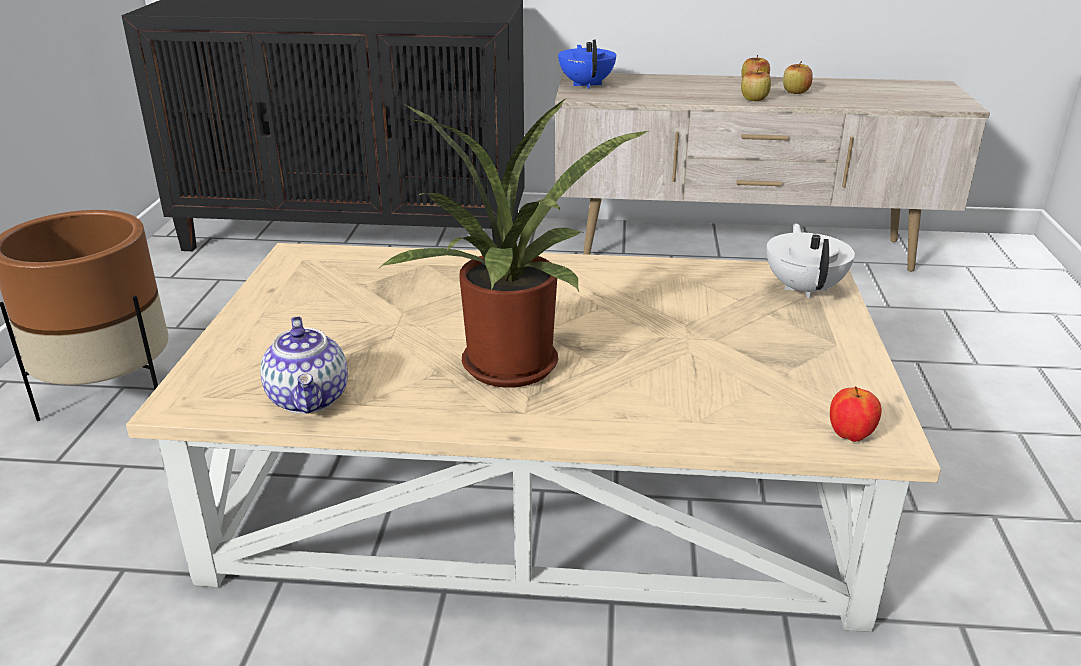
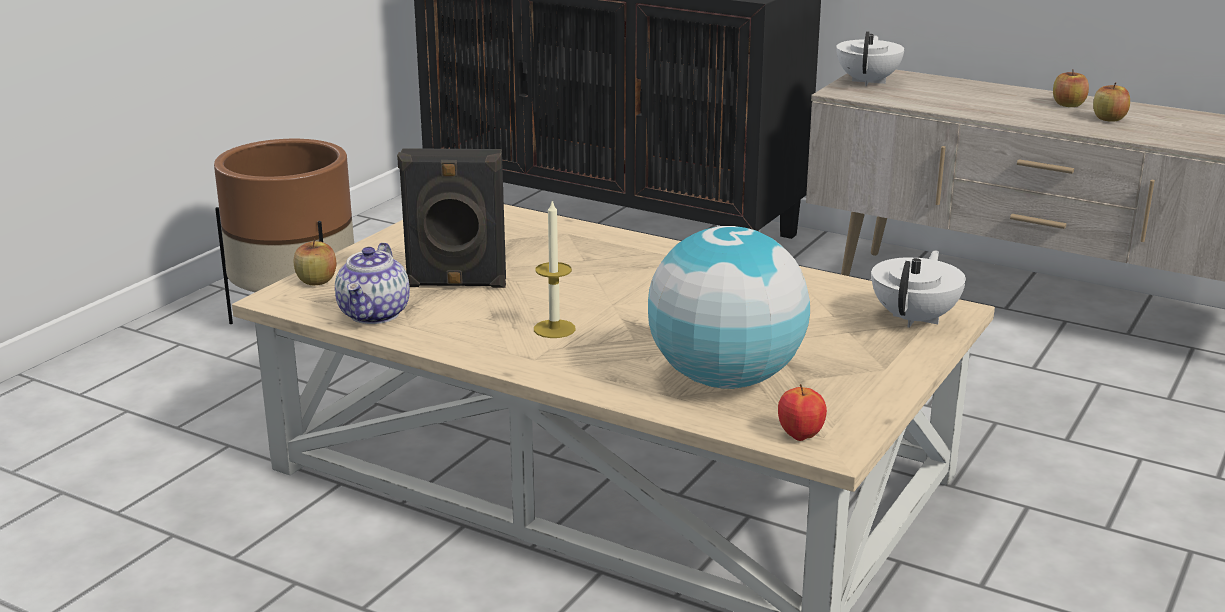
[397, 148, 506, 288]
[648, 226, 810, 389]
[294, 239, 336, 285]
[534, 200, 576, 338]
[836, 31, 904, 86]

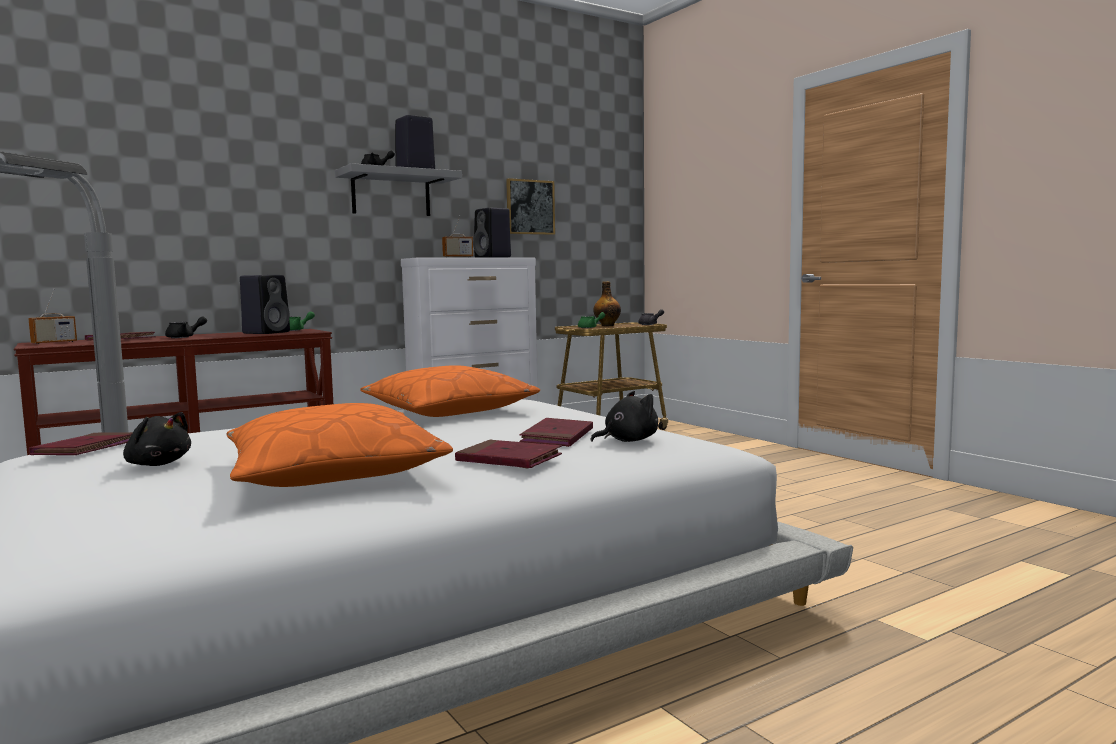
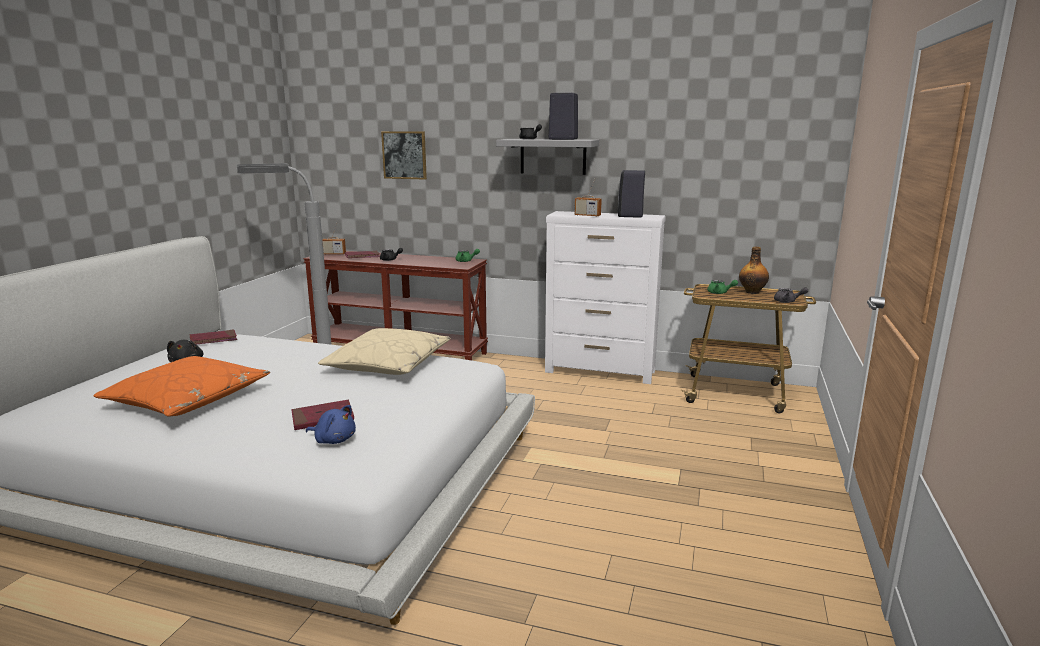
[240, 275, 290, 334] (first image)
[455, 439, 562, 469] (first image)
[381, 131, 427, 180]
[318, 328, 451, 375]
[306, 405, 356, 444]

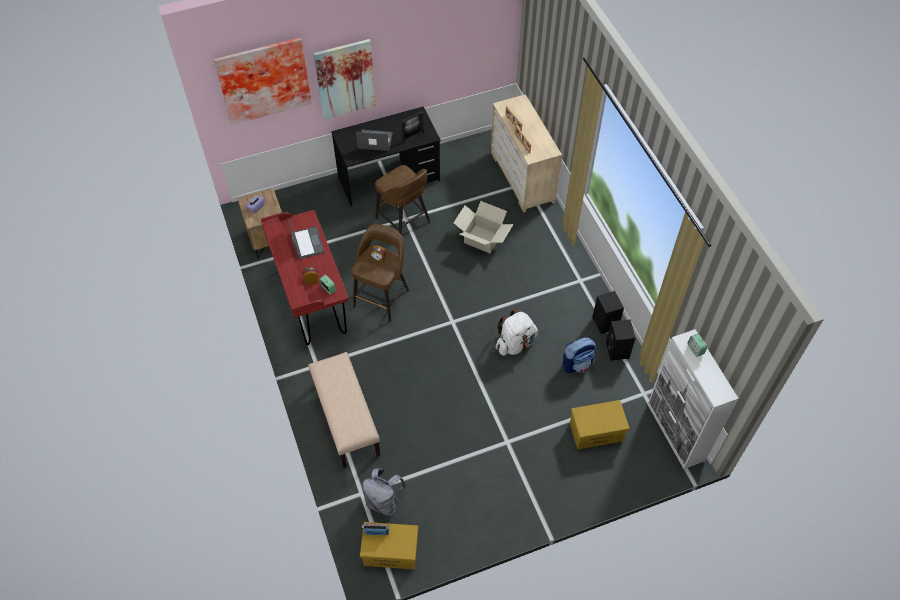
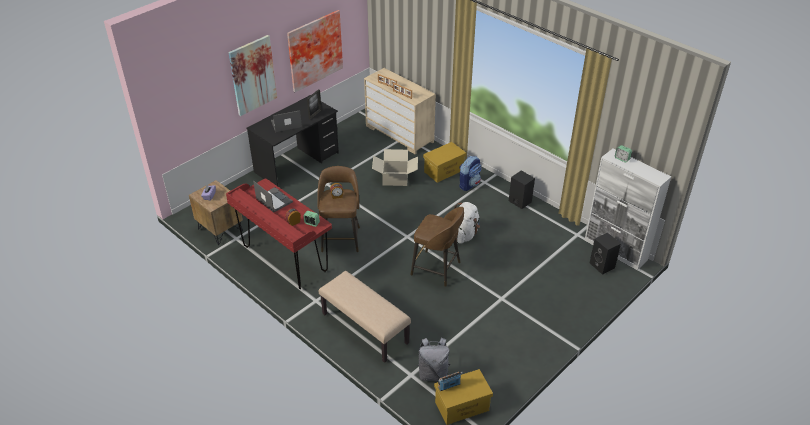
[287, 10, 343, 92]
[411, 207, 464, 287]
[459, 156, 482, 191]
[423, 142, 466, 183]
[590, 233, 621, 275]

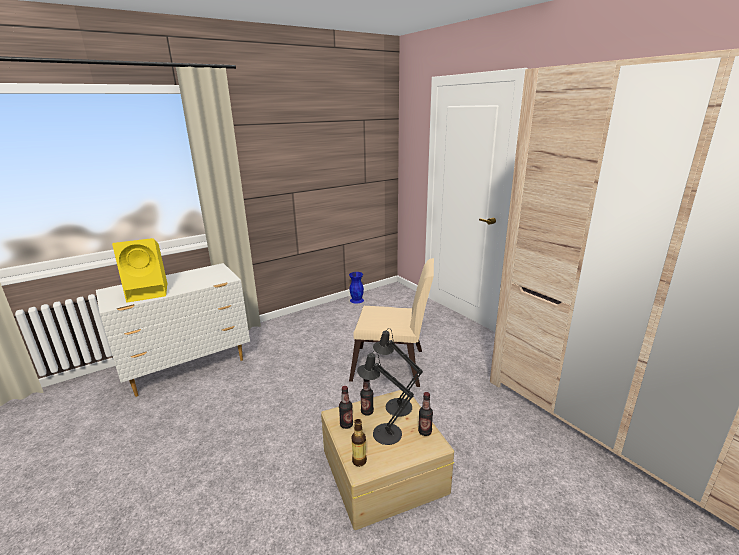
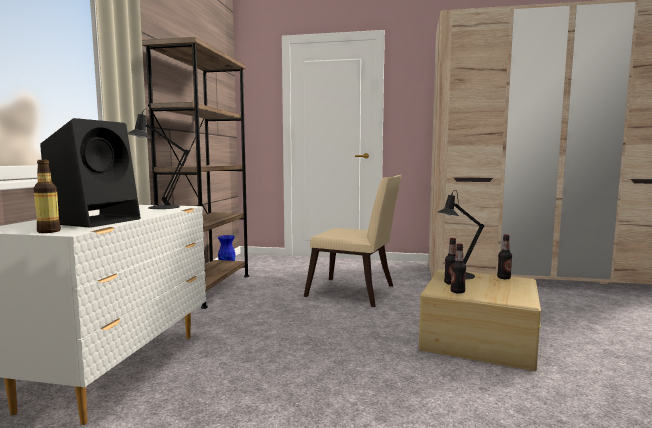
[142, 37, 249, 309]
[33, 160, 61, 233]
[128, 109, 189, 209]
[40, 118, 141, 228]
[304, 175, 402, 307]

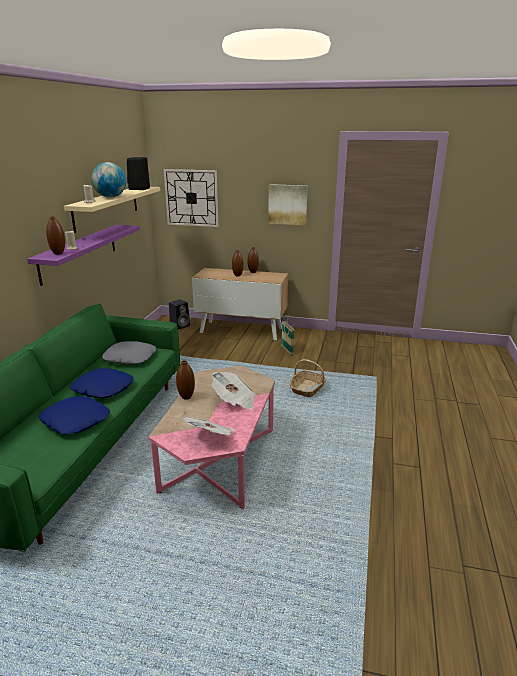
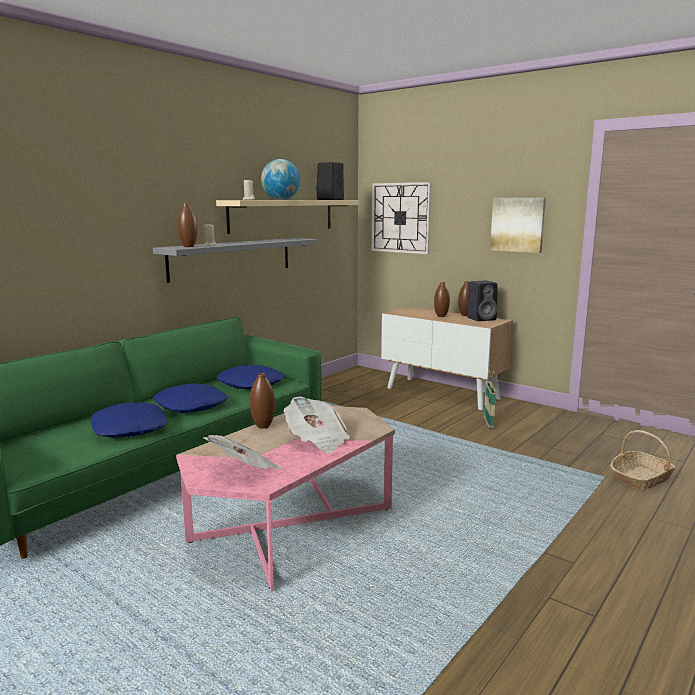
[467, 280, 497, 321]
[610, 430, 676, 490]
[153, 238, 317, 283]
[216, 365, 285, 389]

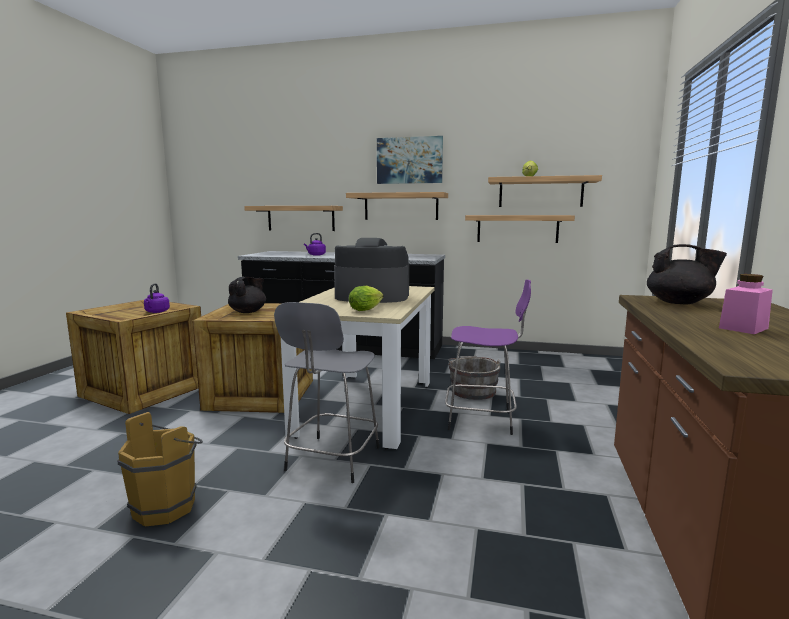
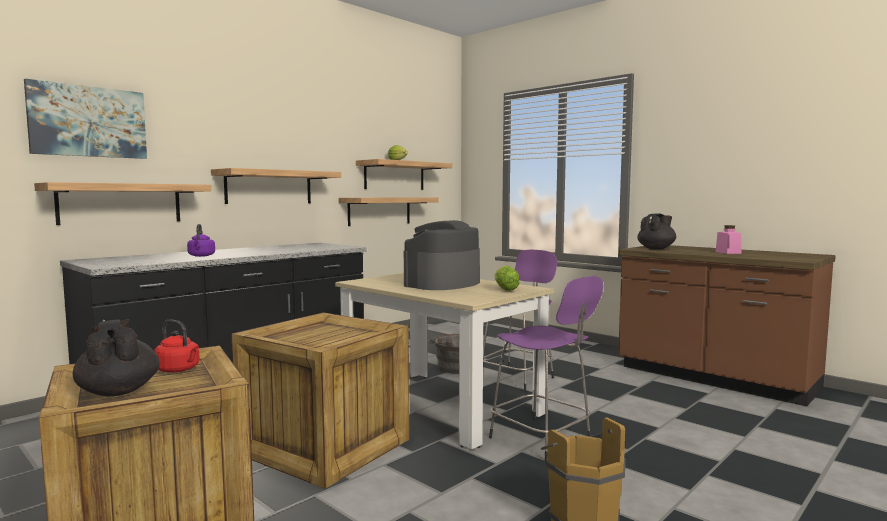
[73, 319, 160, 397]
[24, 79, 147, 159]
[154, 319, 200, 373]
[489, 276, 603, 462]

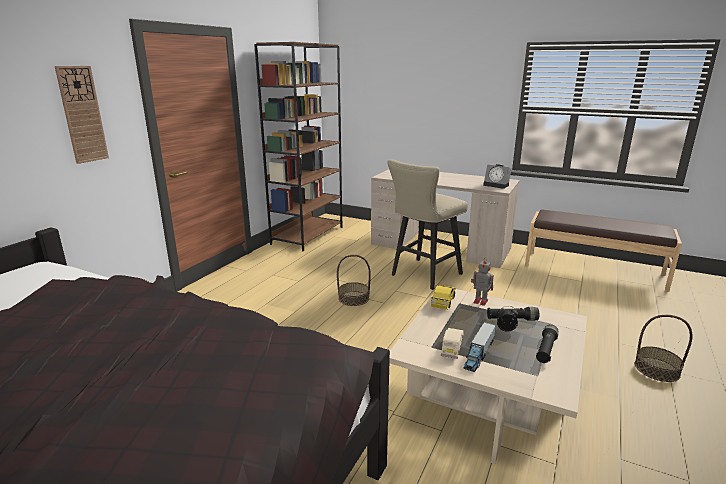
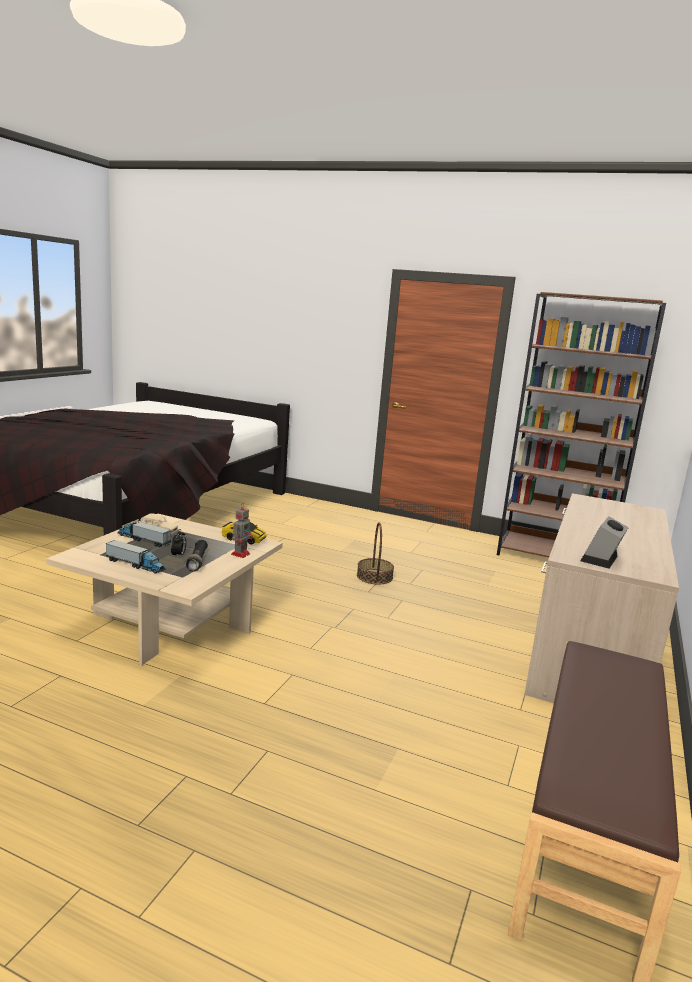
[55, 66, 109, 164] (first image)
[387, 159, 468, 290] (first image)
[635, 315, 692, 382] (first image)
[105, 540, 166, 574]

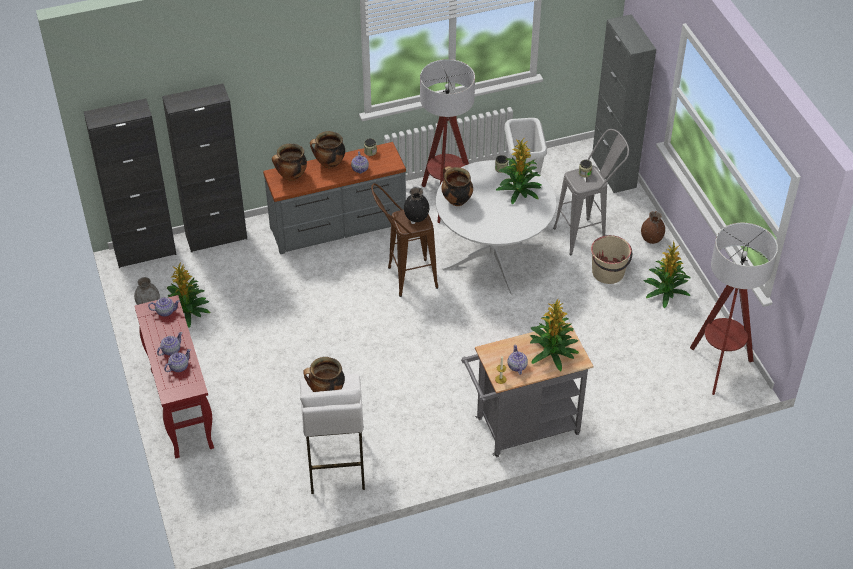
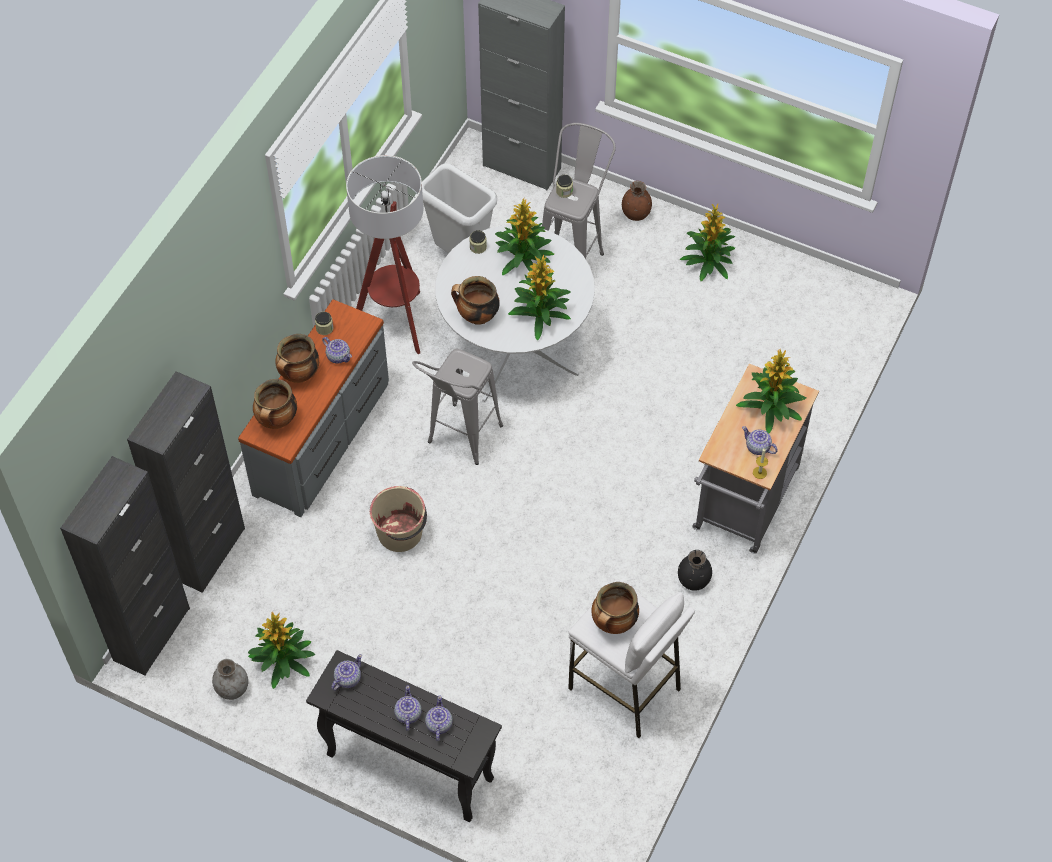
[690, 223, 778, 395] (first image)
[508, 255, 571, 341]
[678, 550, 712, 591]
[370, 486, 427, 552]
[306, 650, 502, 822]
[412, 349, 503, 465]

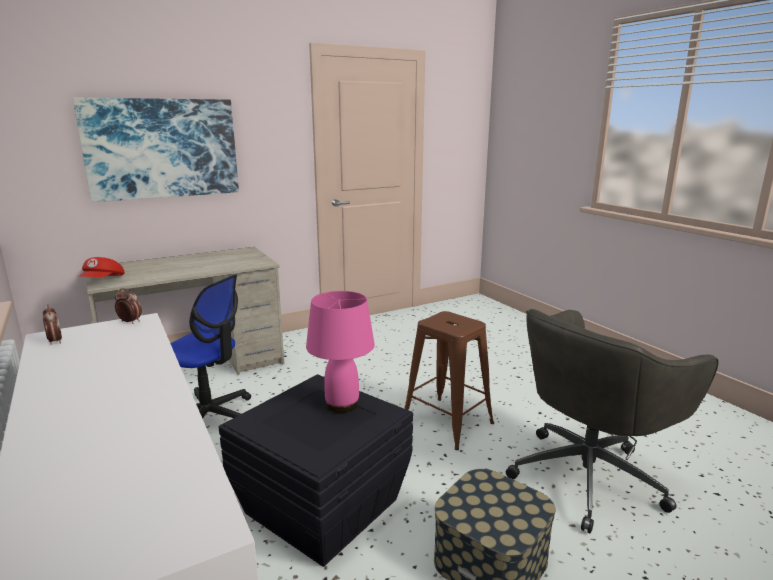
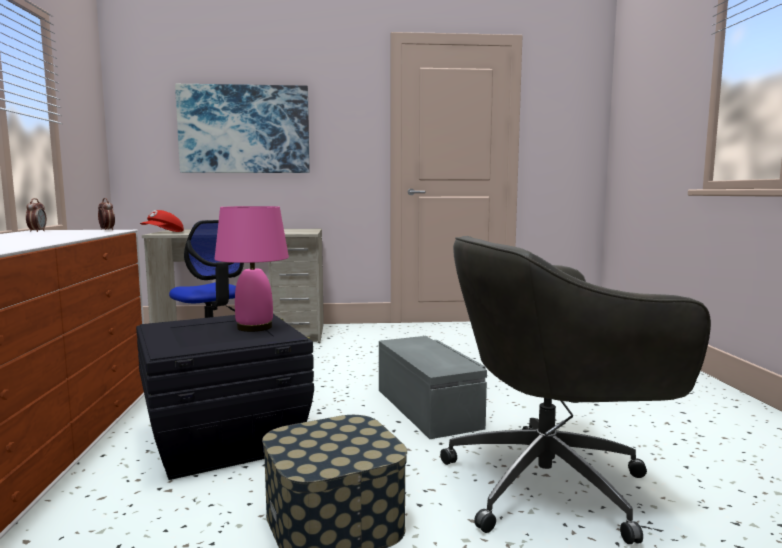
[379, 336, 487, 439]

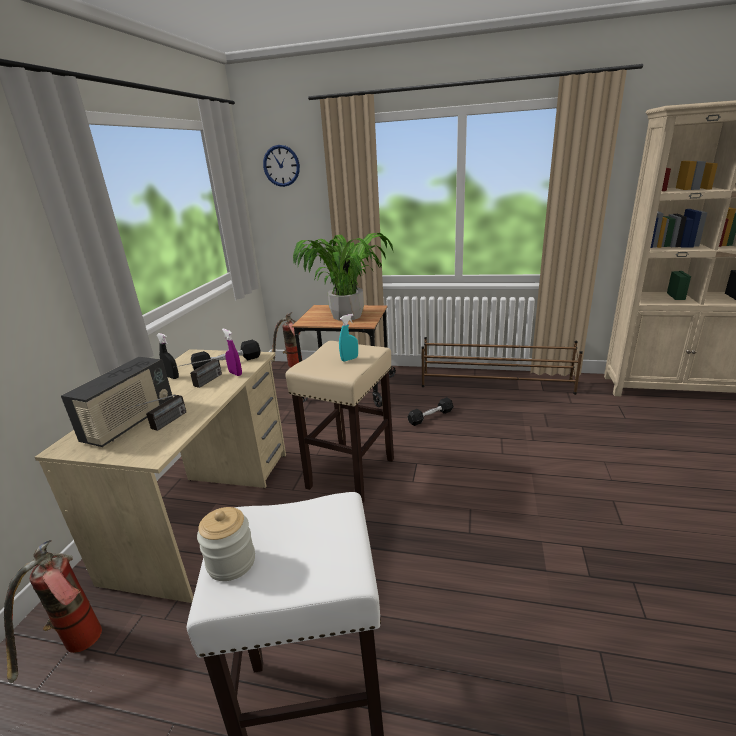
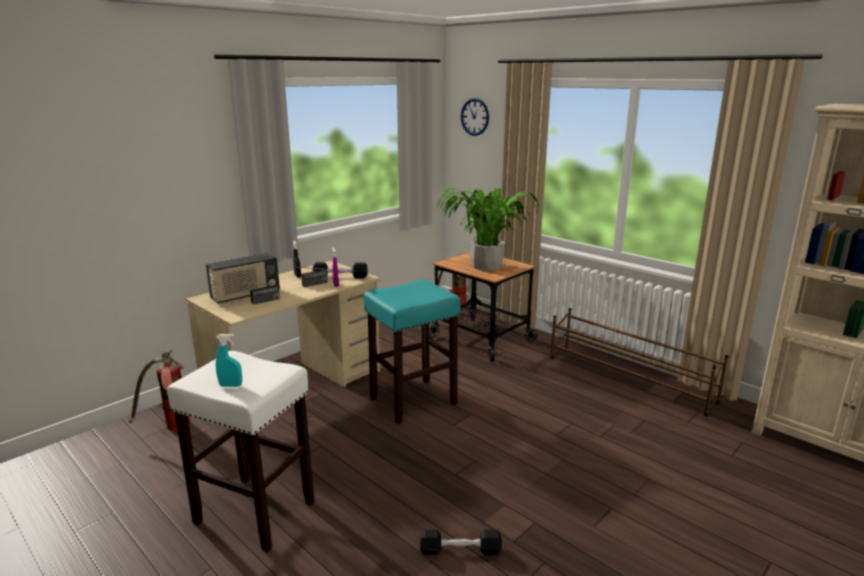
[197, 507, 255, 581] (first image)
[216, 334, 242, 387]
[420, 530, 502, 555]
[364, 279, 461, 424]

